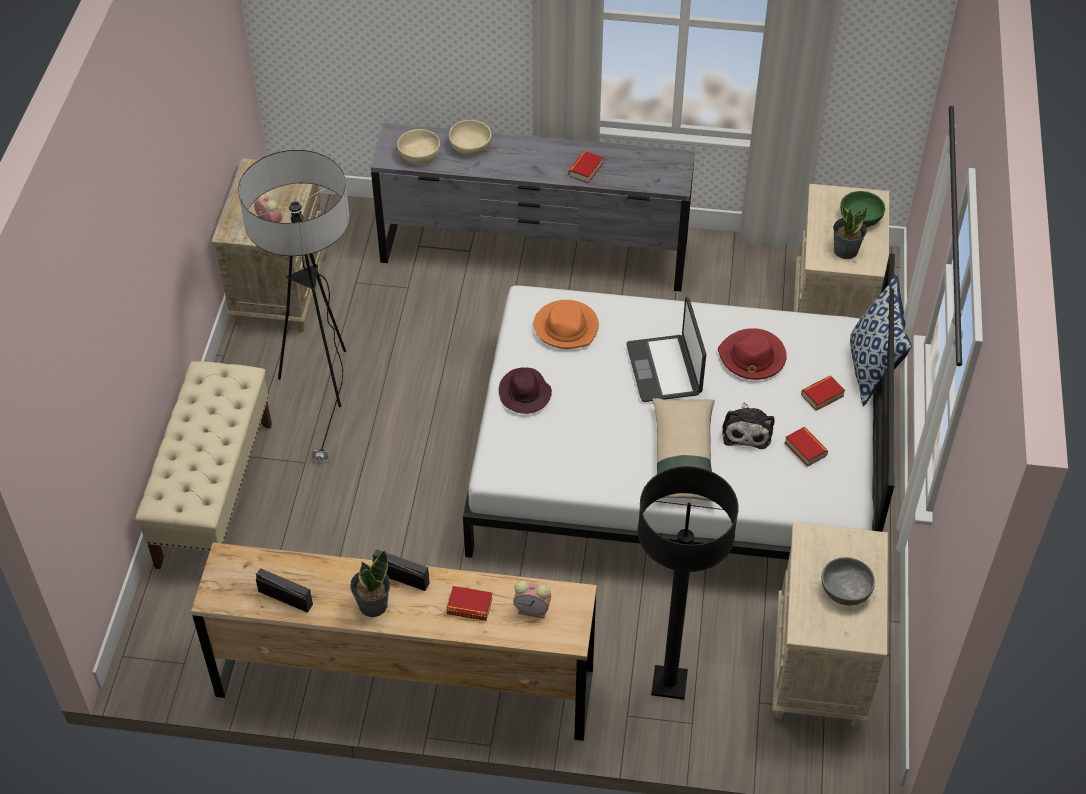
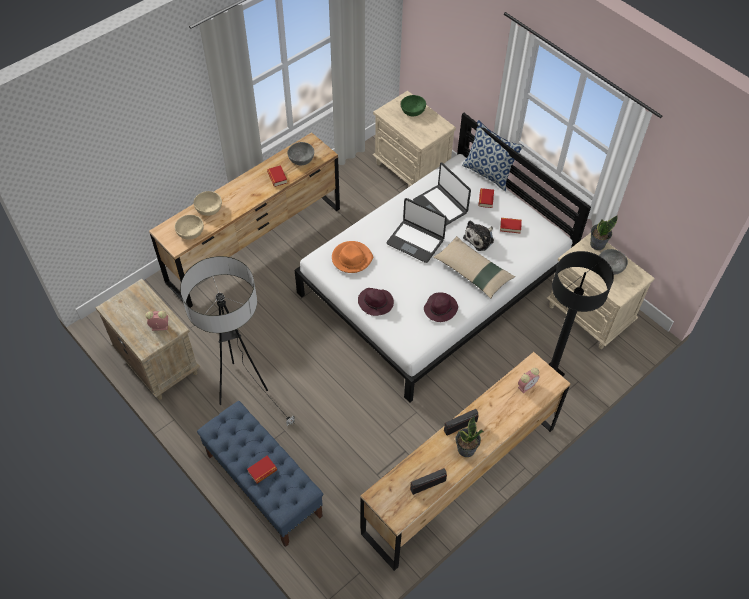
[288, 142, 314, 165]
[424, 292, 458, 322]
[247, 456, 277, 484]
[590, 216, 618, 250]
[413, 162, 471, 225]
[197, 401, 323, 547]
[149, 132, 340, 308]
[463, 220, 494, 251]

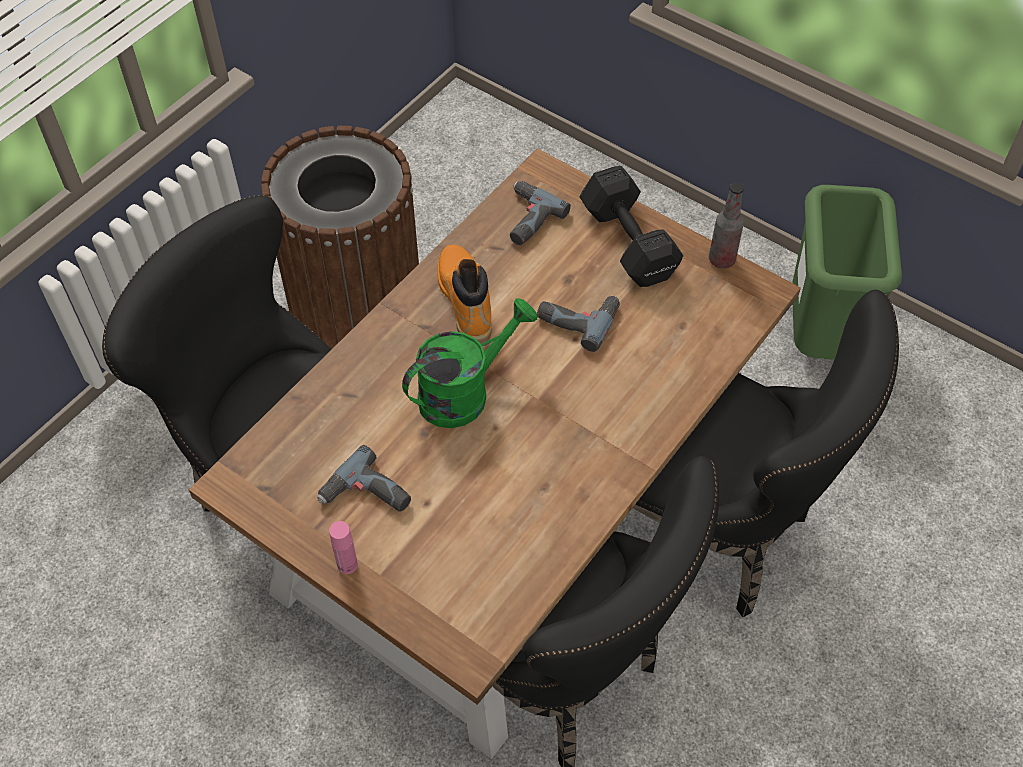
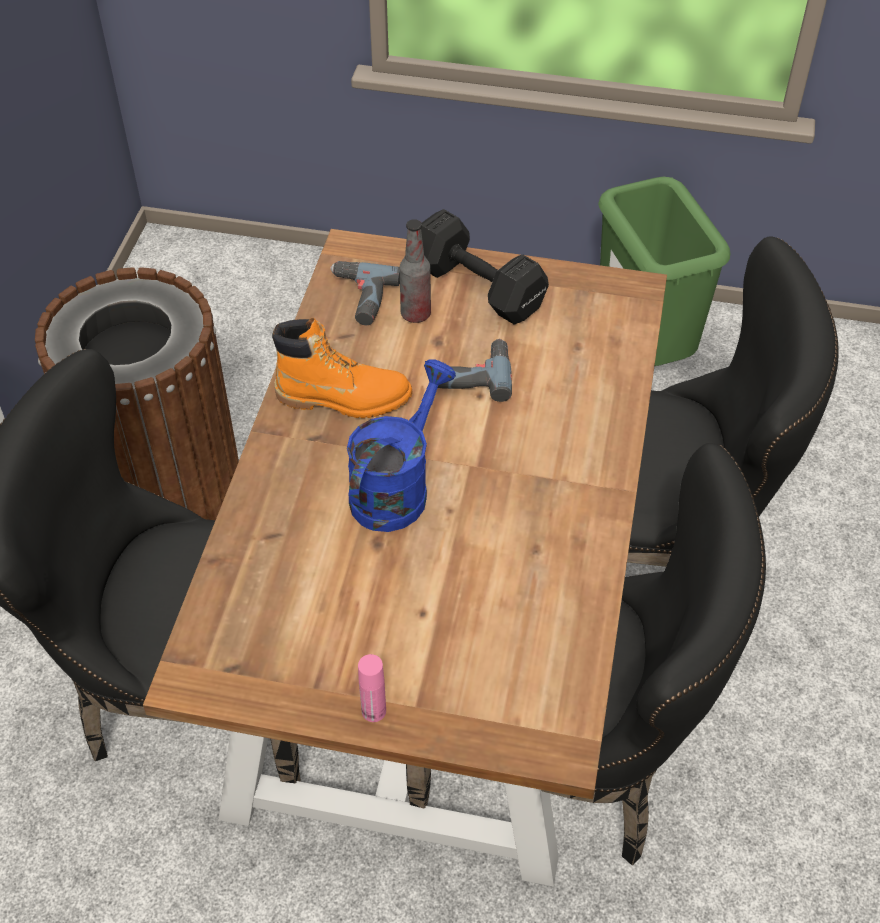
[318, 445, 411, 512] (first image)
[400, 219, 431, 323]
[347, 359, 456, 532]
[272, 318, 413, 418]

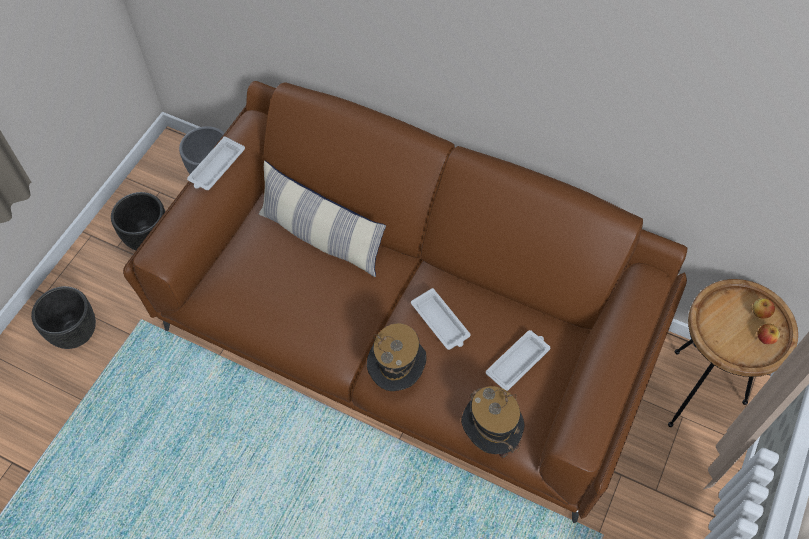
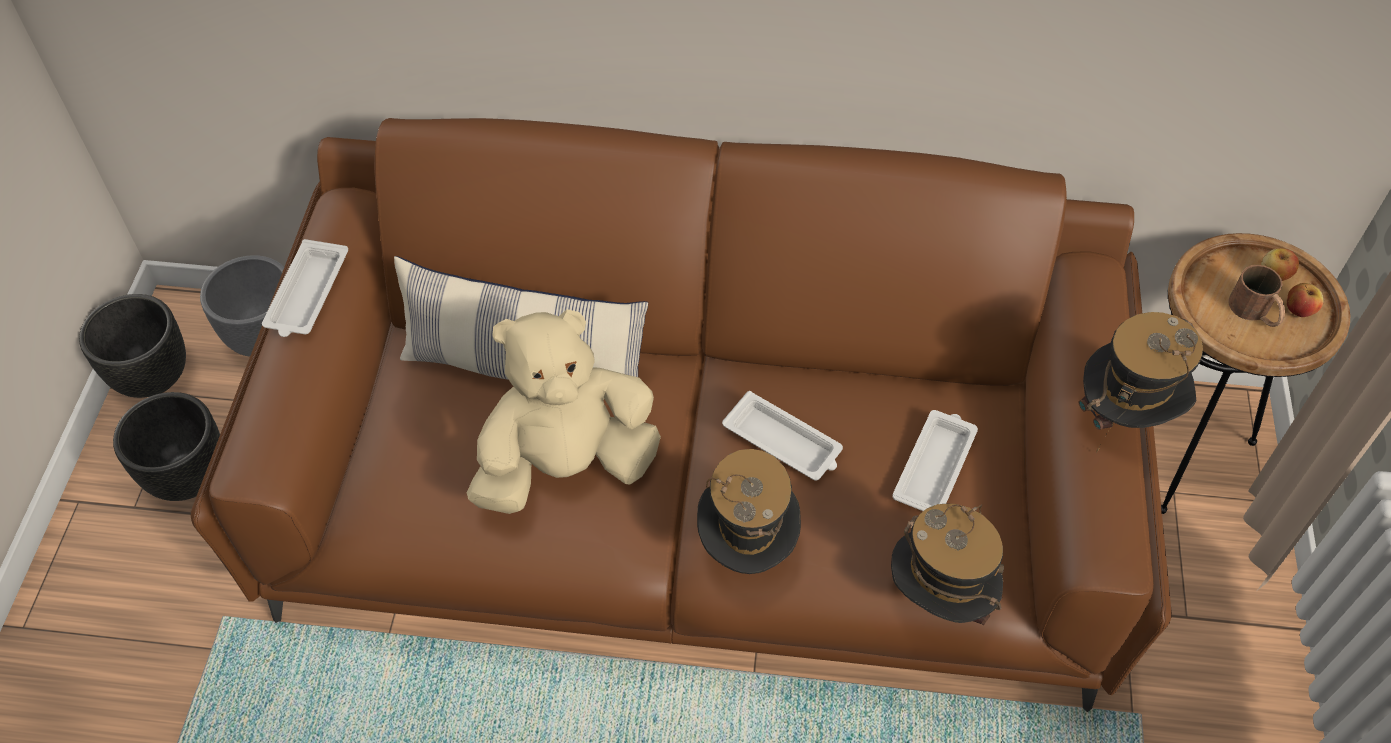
[467, 309, 661, 514]
[1079, 312, 1203, 453]
[1228, 265, 1285, 327]
[79, 294, 186, 398]

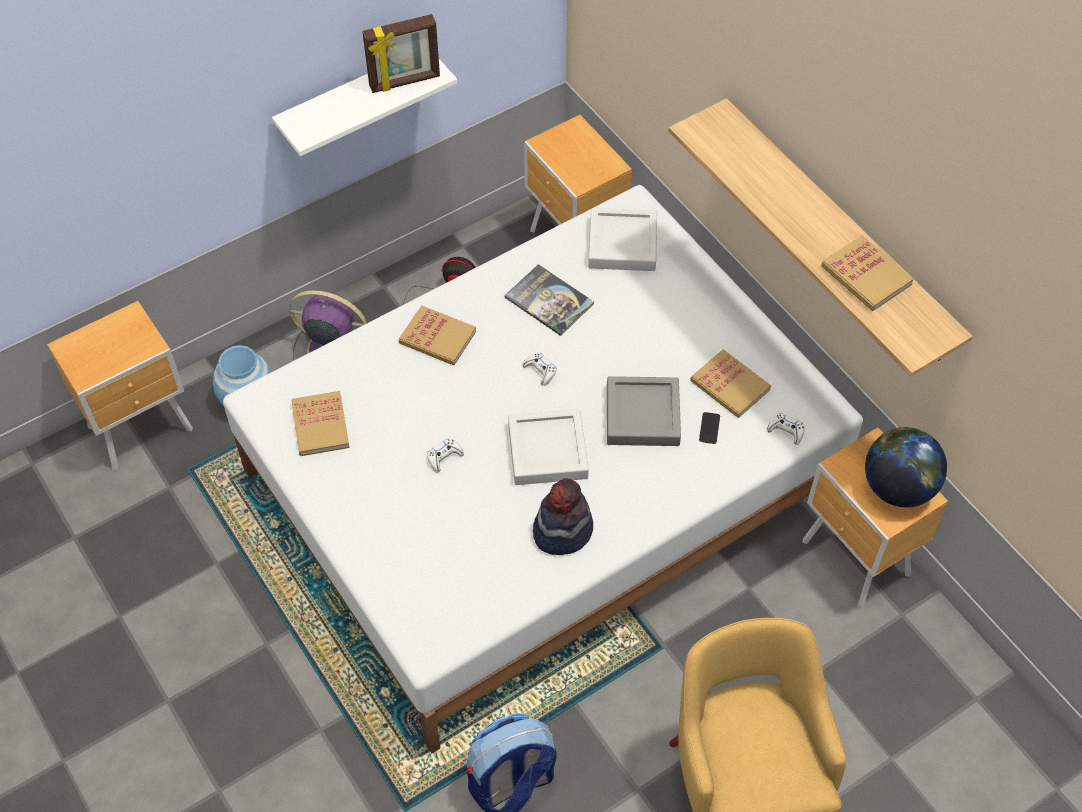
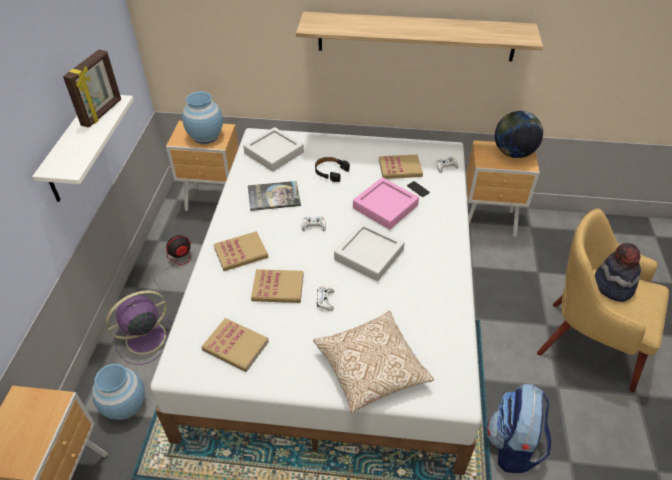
[182, 91, 223, 144]
[313, 311, 434, 413]
[315, 157, 350, 182]
[595, 243, 641, 302]
[251, 269, 304, 303]
[353, 177, 419, 230]

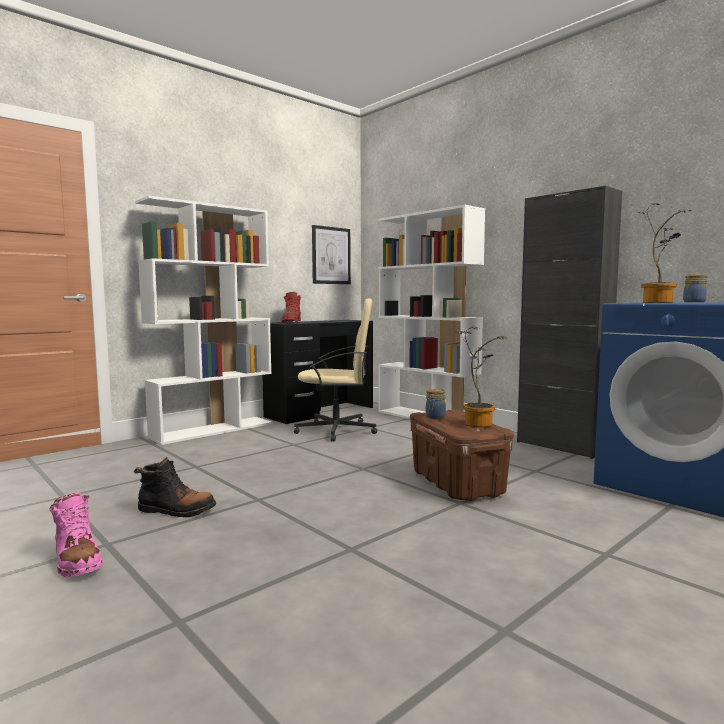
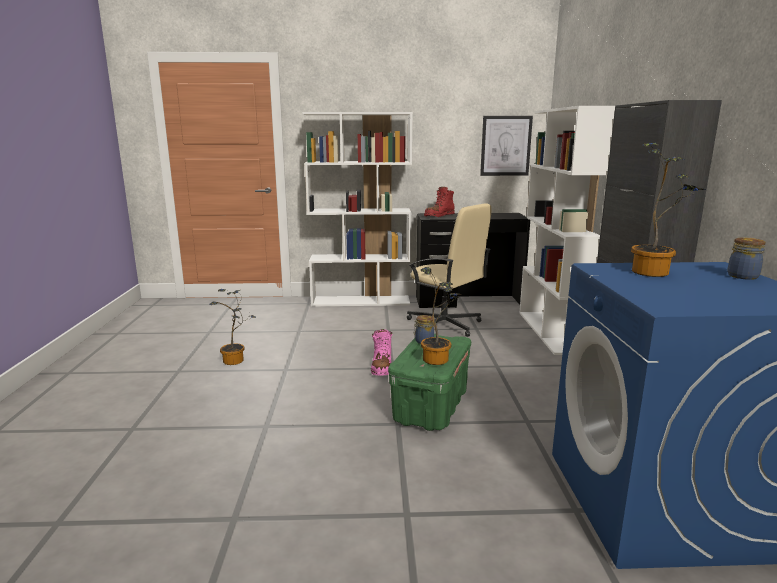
[371, 329, 392, 376]
[209, 289, 256, 365]
[388, 333, 471, 431]

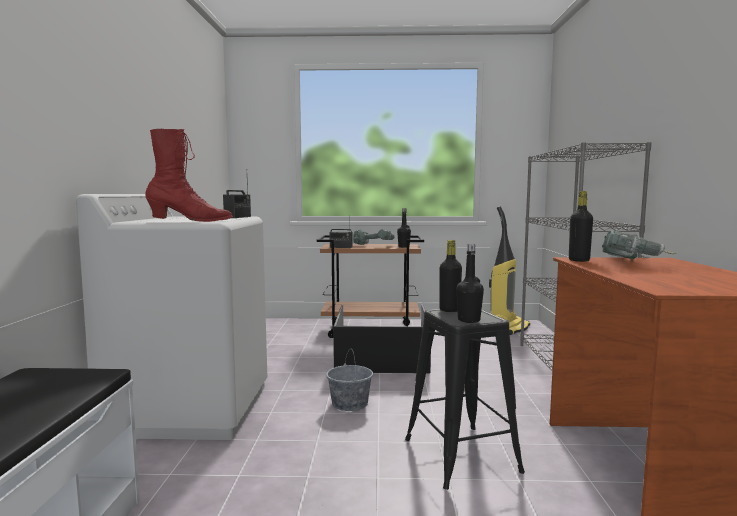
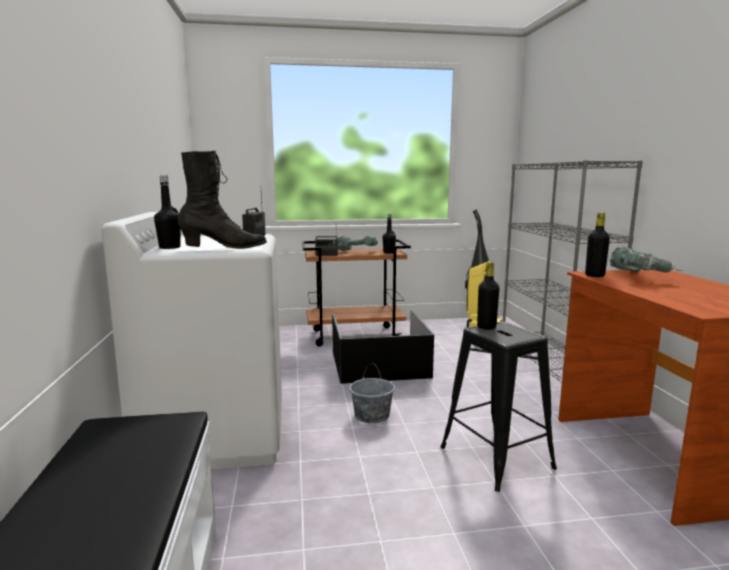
[154, 176, 181, 249]
[178, 151, 267, 249]

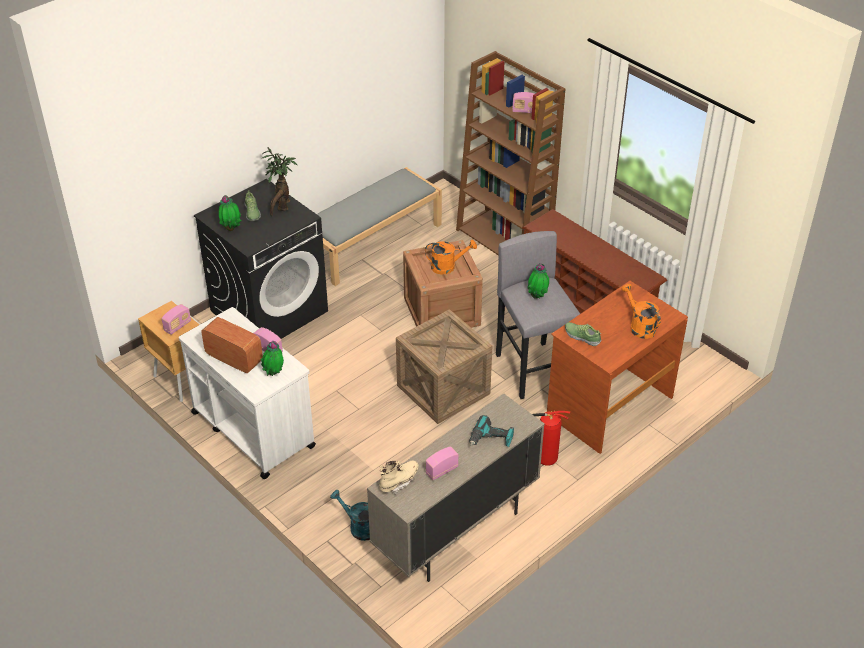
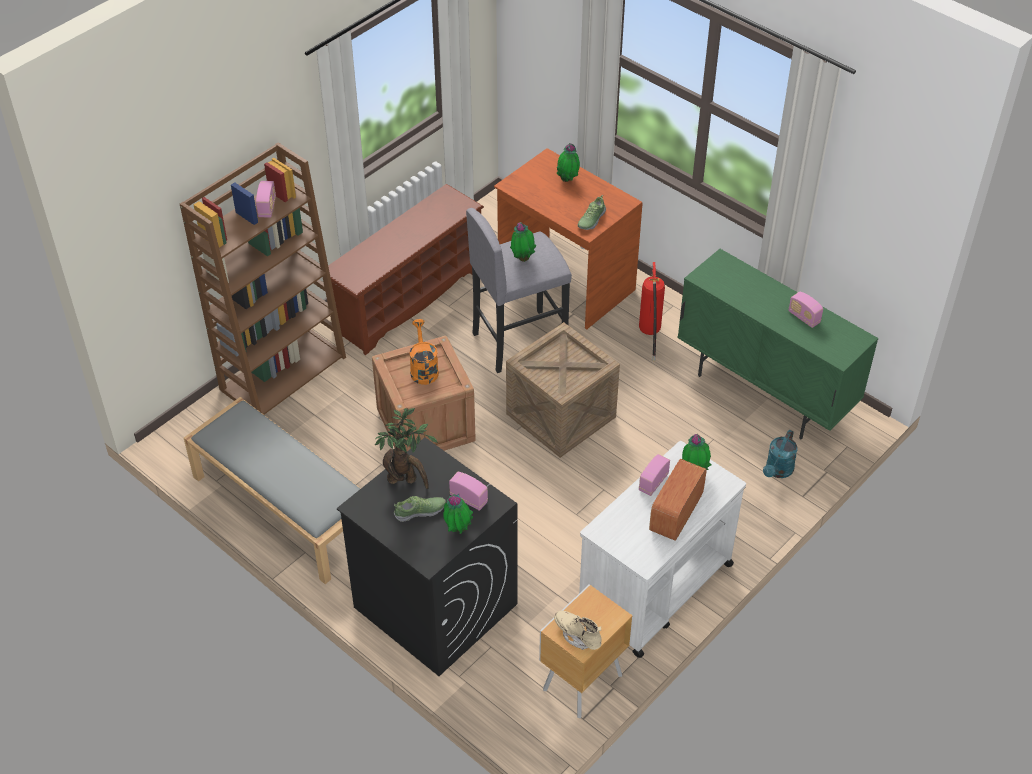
[469, 415, 514, 447] (first image)
[449, 472, 488, 511]
[554, 611, 601, 650]
[557, 143, 580, 182]
[677, 249, 878, 440]

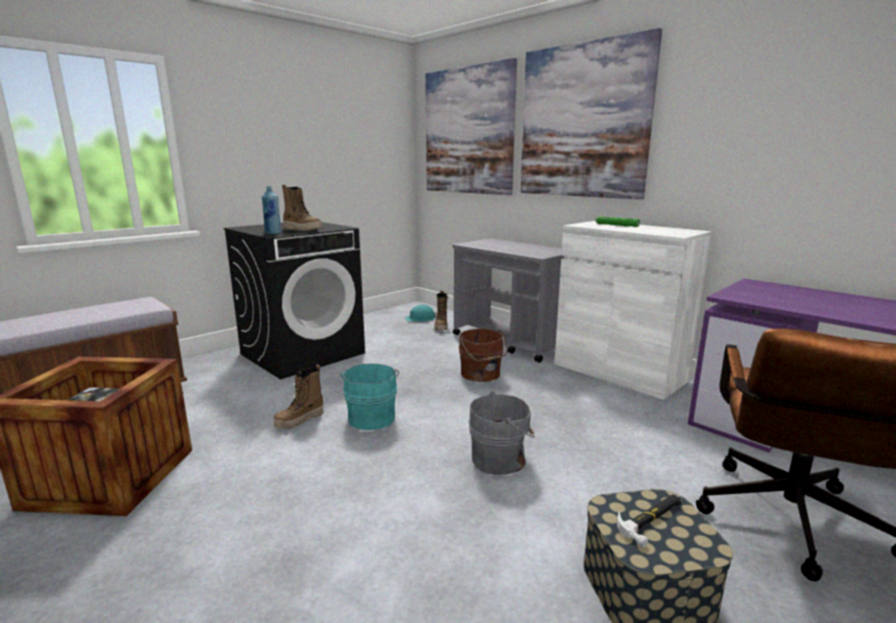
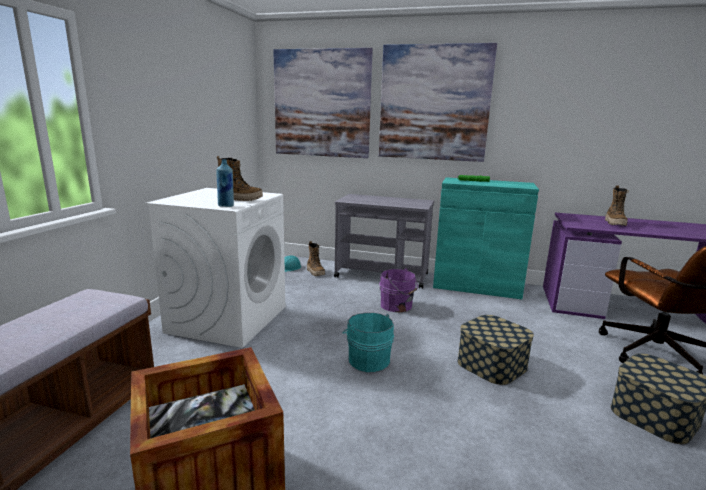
[617, 494, 683, 547] (first image)
[605, 185, 629, 226]
[457, 315, 534, 385]
[145, 188, 285, 348]
[380, 268, 418, 312]
[433, 177, 539, 299]

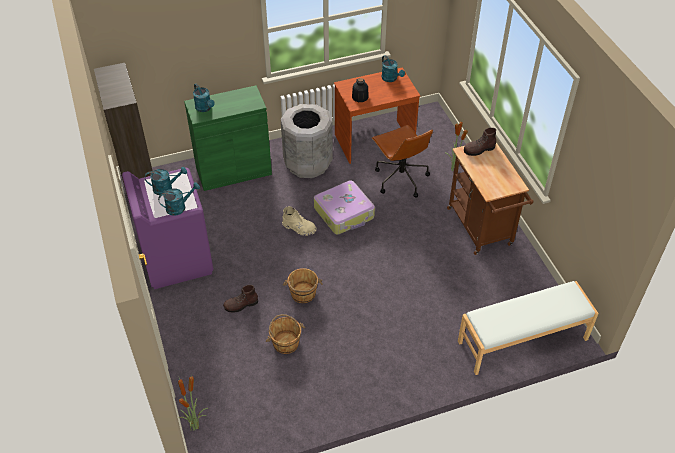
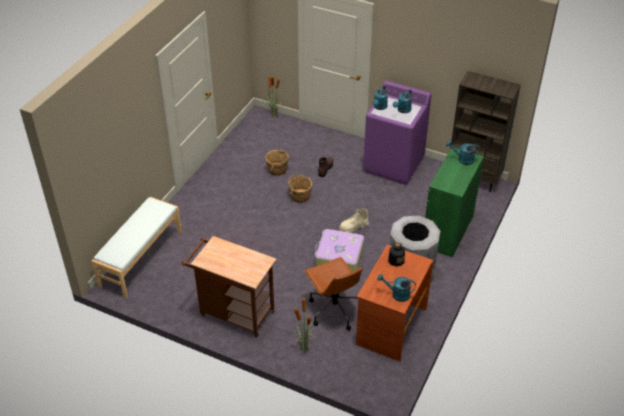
[464, 128, 496, 156] (first image)
[304, 257, 363, 330]

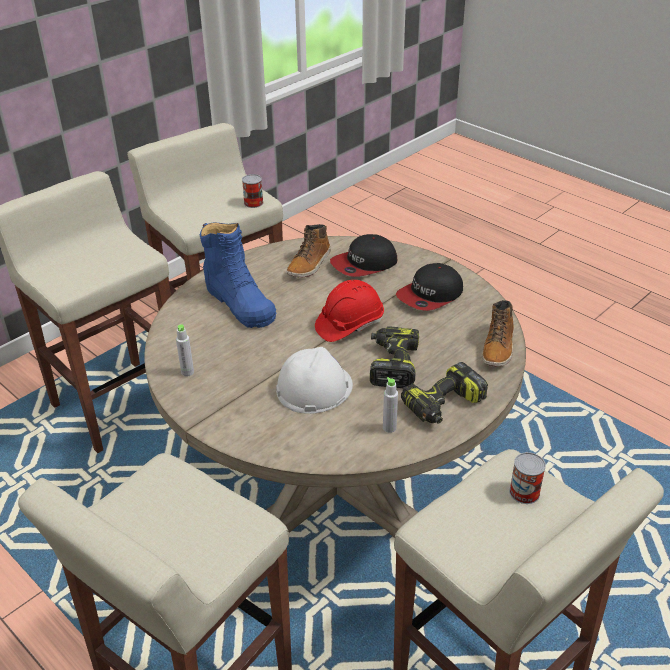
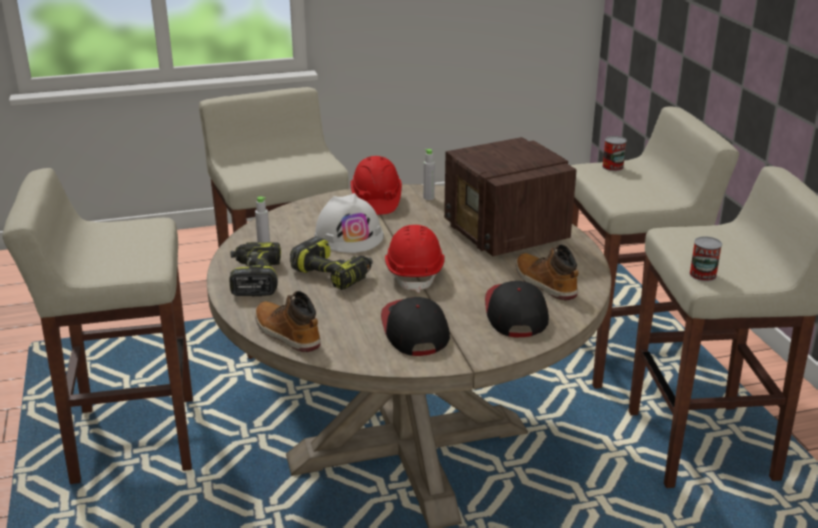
[350, 156, 402, 215]
[602, 136, 627, 171]
[444, 137, 577, 256]

